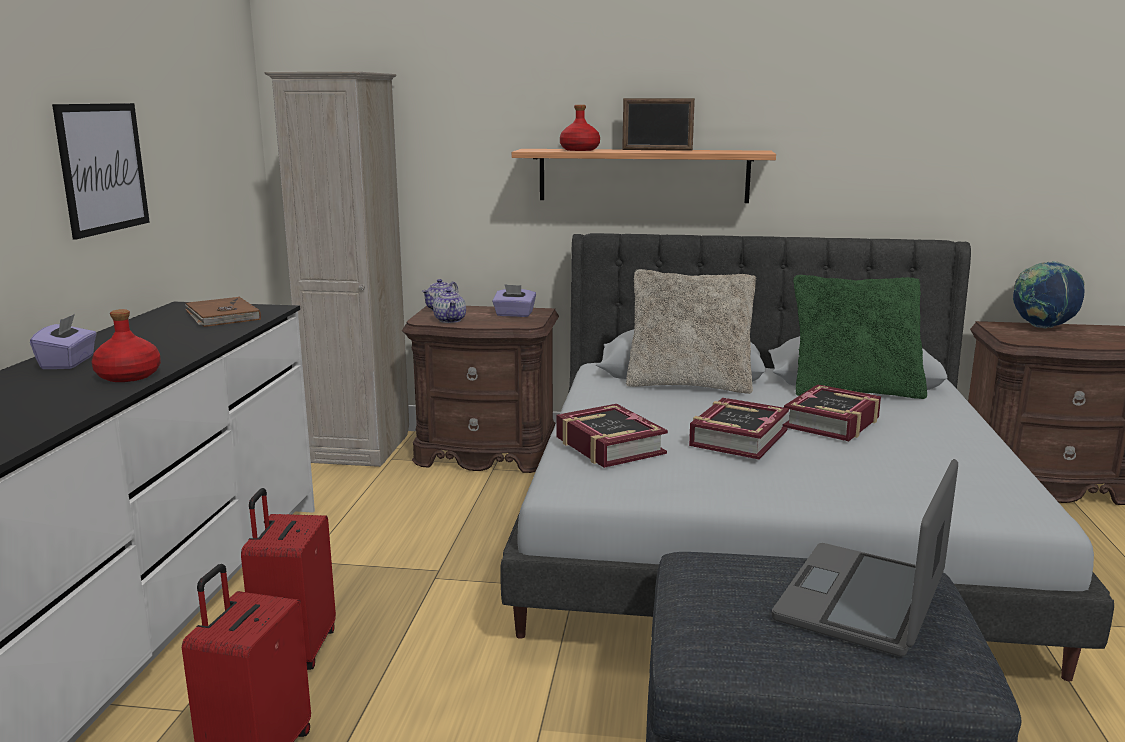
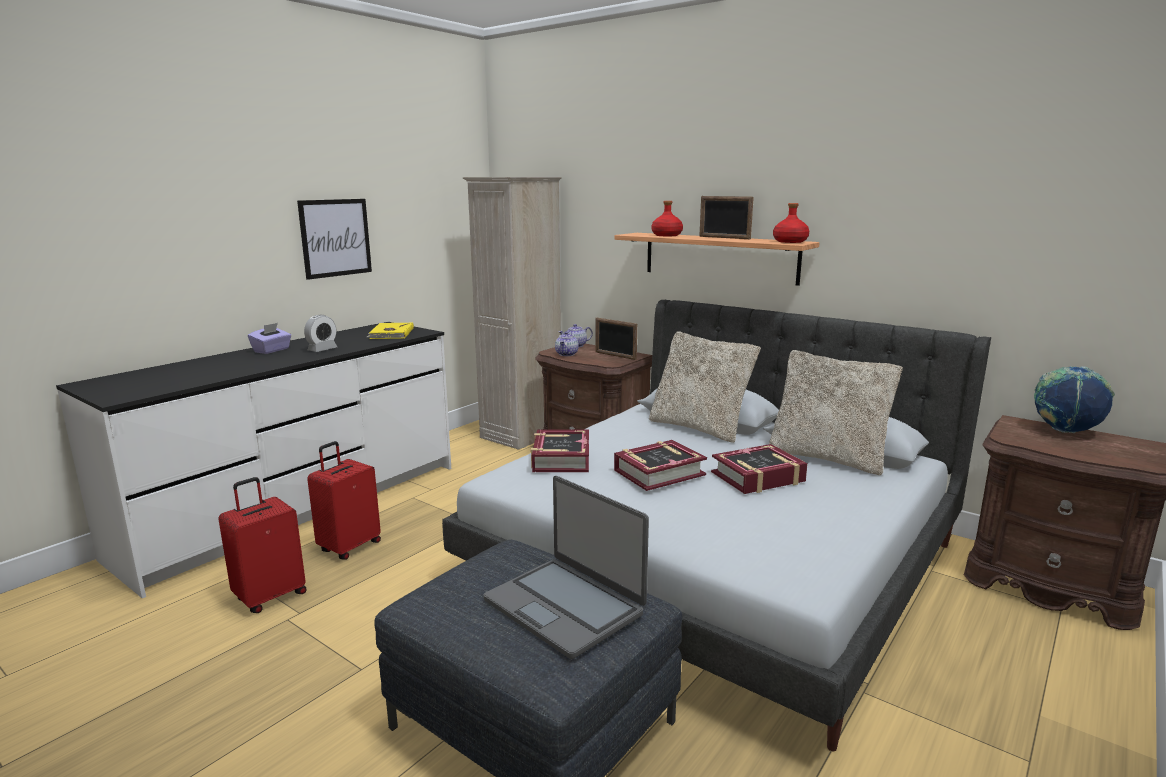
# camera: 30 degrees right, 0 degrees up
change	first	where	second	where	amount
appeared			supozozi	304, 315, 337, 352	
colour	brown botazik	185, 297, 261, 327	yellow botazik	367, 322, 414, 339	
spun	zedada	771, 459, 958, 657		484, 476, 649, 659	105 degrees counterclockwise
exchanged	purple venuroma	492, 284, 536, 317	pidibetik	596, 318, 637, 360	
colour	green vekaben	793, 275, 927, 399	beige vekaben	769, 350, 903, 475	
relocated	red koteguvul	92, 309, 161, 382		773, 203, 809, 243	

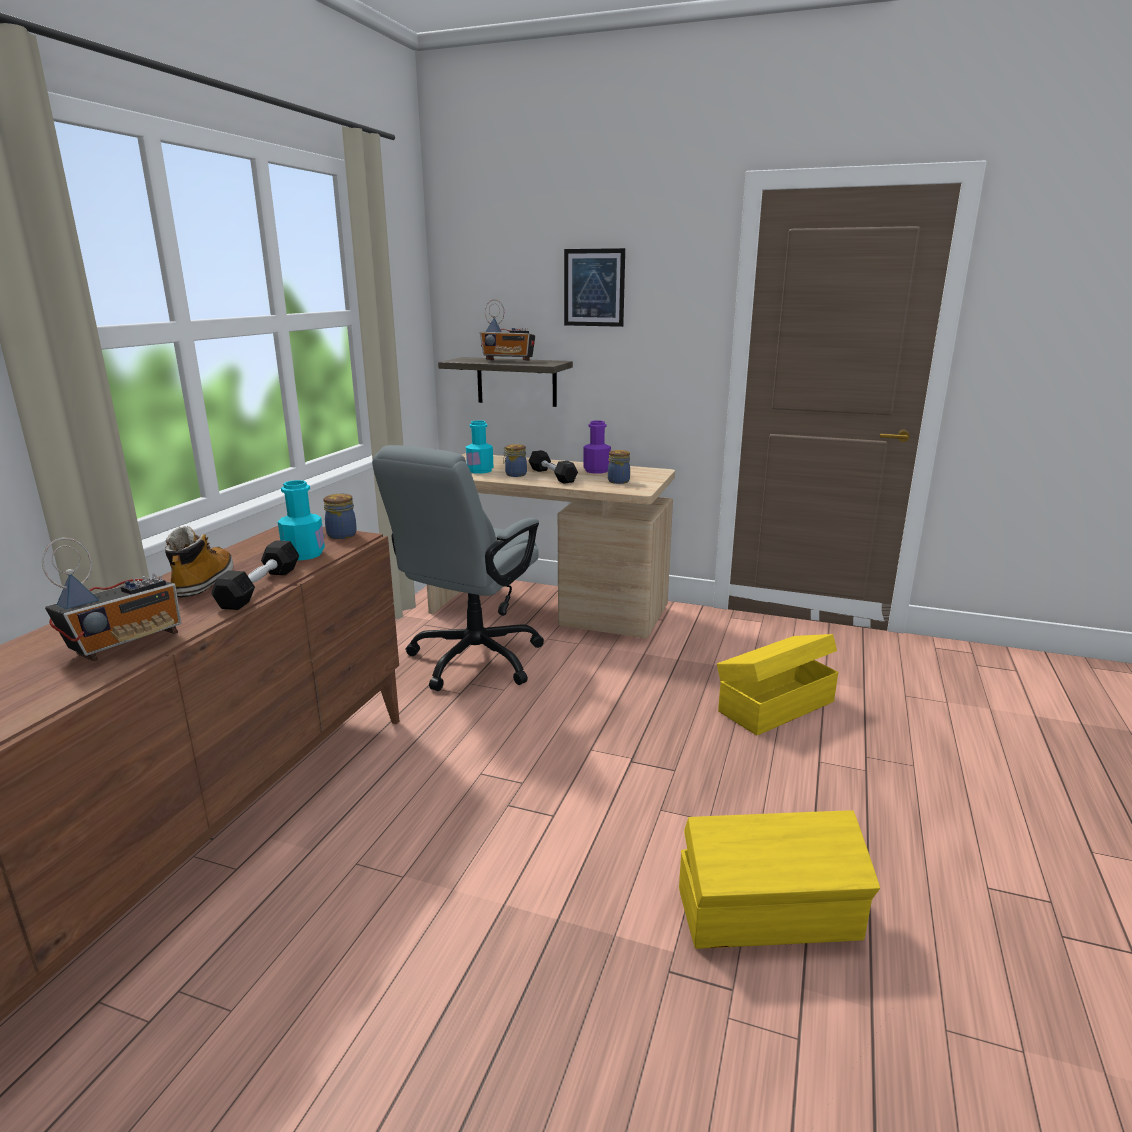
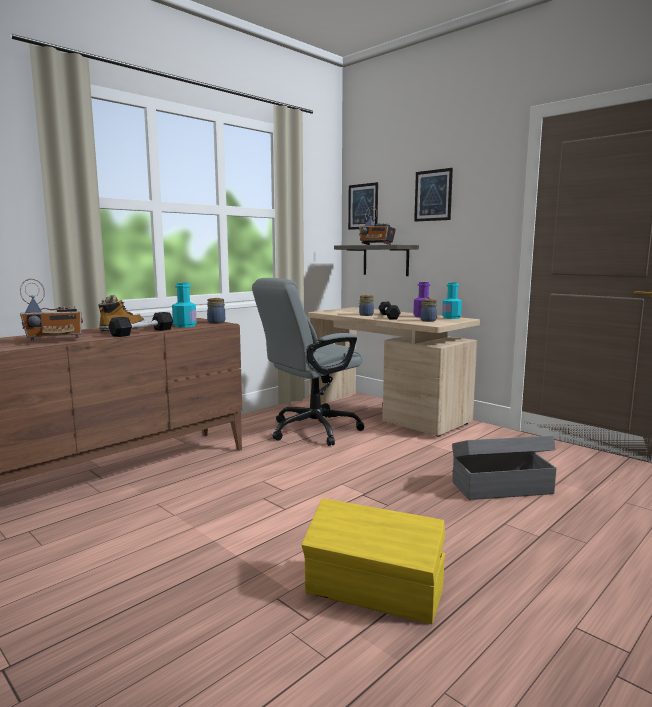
# camera: 25 degrees right, 10 degrees down
change	first	where	second	where	amount
appeared			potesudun	348, 182, 378, 230	
relocated	turquoise koteguvul	466, 420, 494, 474		442, 282, 462, 319	
colour	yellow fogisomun	717, 634, 838, 735	grey fogisomun	452, 436, 557, 500	

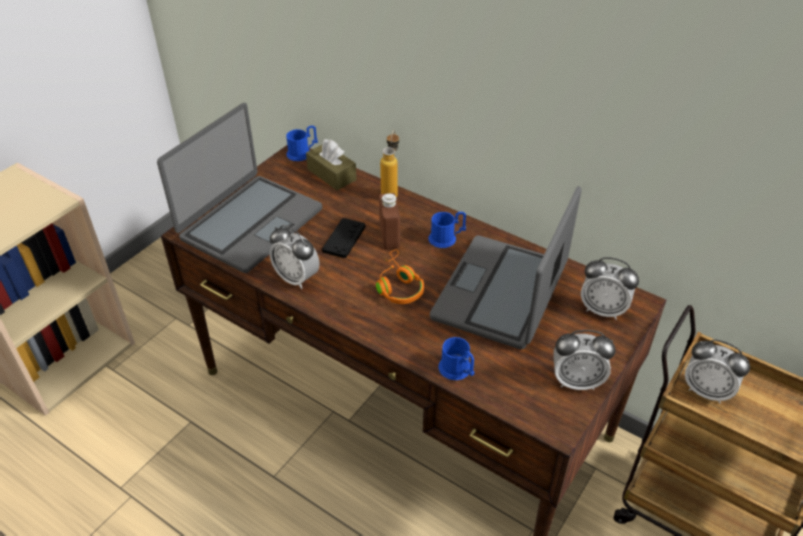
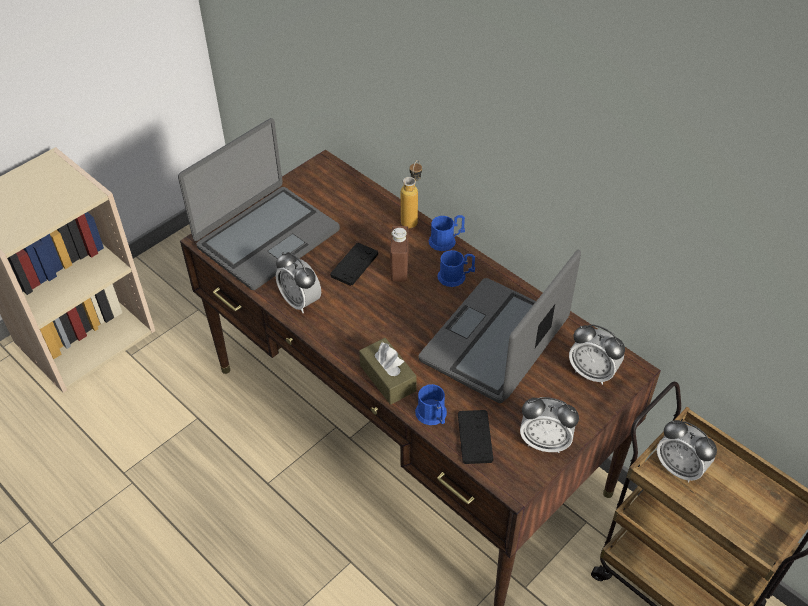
# camera: 10 degrees right, 5 degrees up
change	first	where	second	where	amount
relocated	brown venuroma	306, 139, 357, 190		359, 338, 417, 405	
relocated	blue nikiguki	286, 125, 318, 161		429, 215, 465, 251	
appeared			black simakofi	458, 410, 493, 464	
missing	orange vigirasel	376, 249, 424, 304			

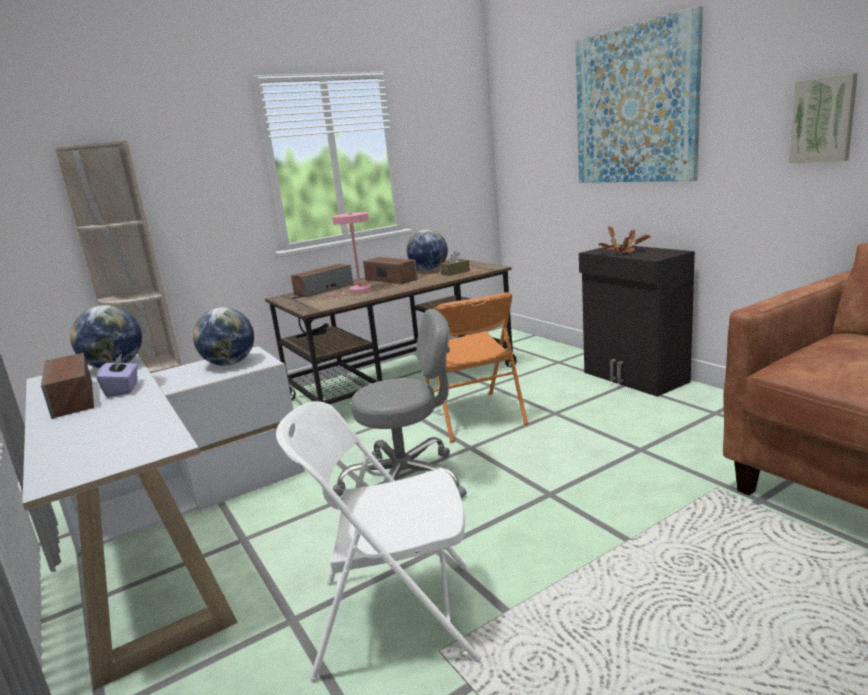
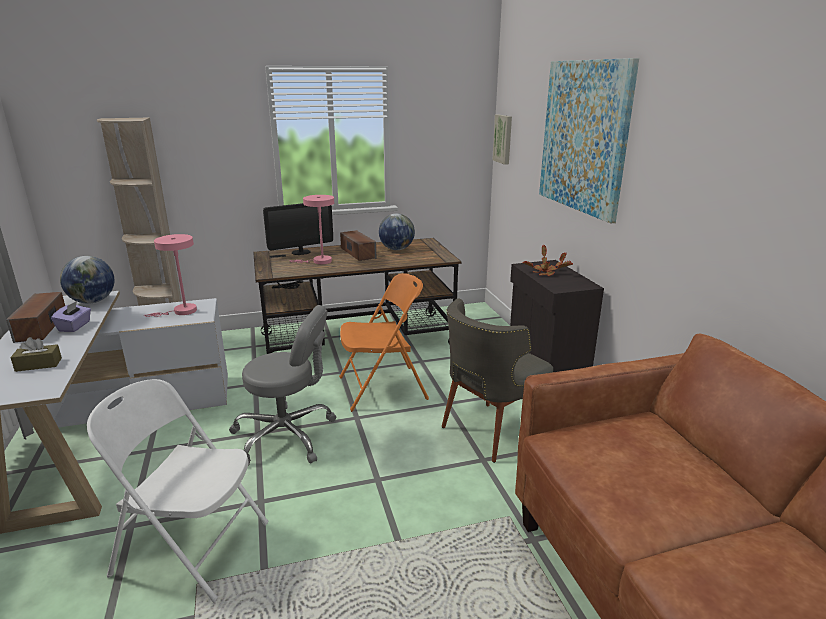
# camera: 15 degrees right, 5 degrees up
change	first	where	second	where	amount
relocated	brown venuroma	440, 251, 470, 276		10, 337, 62, 372	
exchanged	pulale	193, 307, 254, 366	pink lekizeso	144, 234, 197, 317	
exchanged	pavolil	291, 264, 353, 297	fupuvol	263, 203, 333, 255	
spun	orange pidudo	426, 292, 529, 443		339, 274, 429, 412	105 degrees counterclockwise
appeared			grey pidudo	442, 299, 553, 463	
relocated	potesudun	789, 73, 858, 163		492, 114, 512, 165	

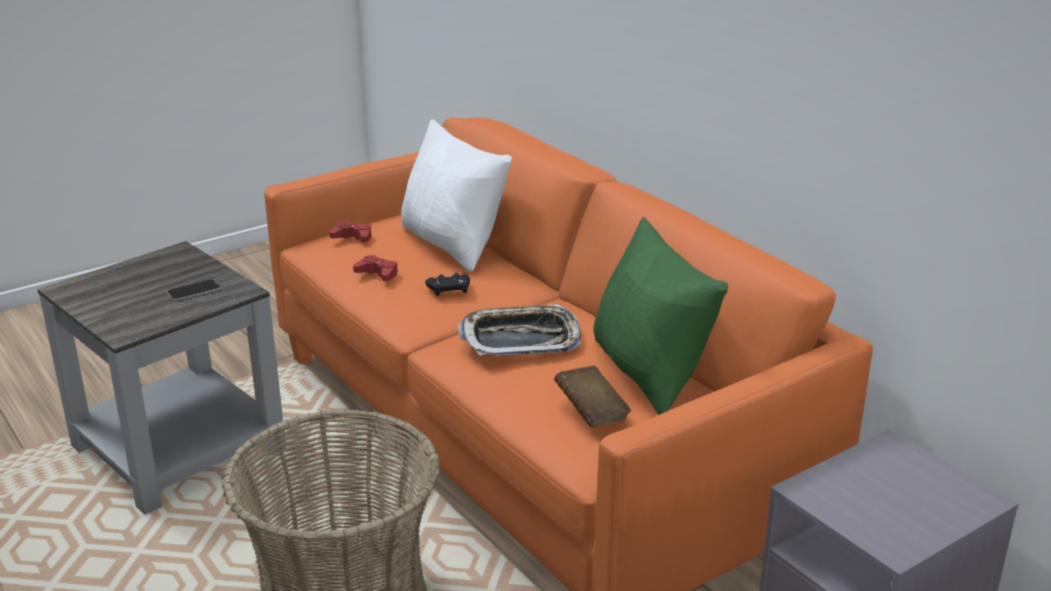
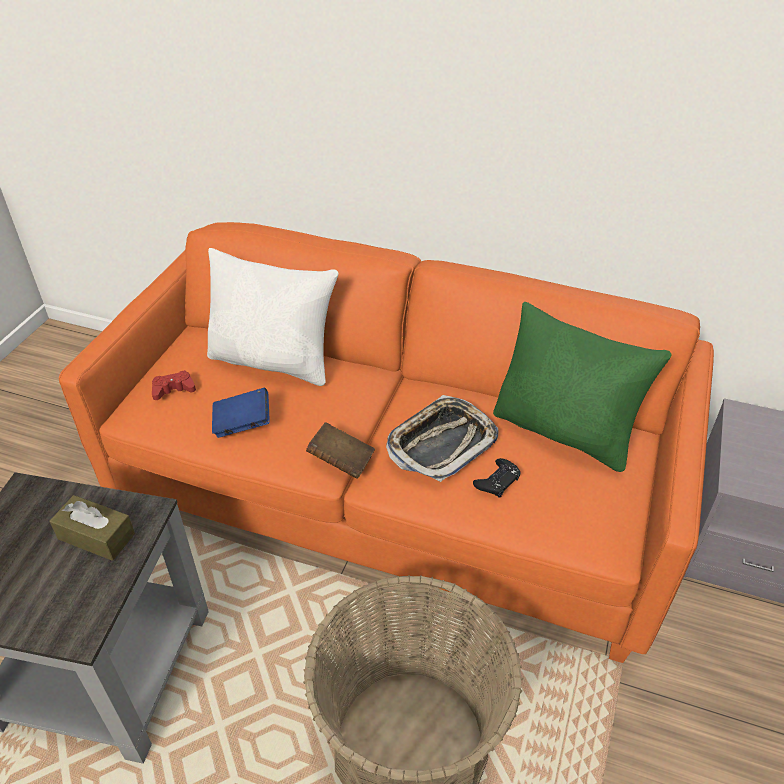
# camera: 35 degrees left, 15 degrees up
change	first	where	second	where	amount
exchanged	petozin	167, 279, 221, 301	brown venuroma	49, 495, 135, 561	
exchanged	red simakofi	353, 255, 398, 281	blue botazik	212, 388, 270, 438	
relocated	brown botazik	554, 365, 631, 427		306, 422, 375, 479	
relocated	black simakofi	426, 273, 470, 296		473, 458, 521, 498	

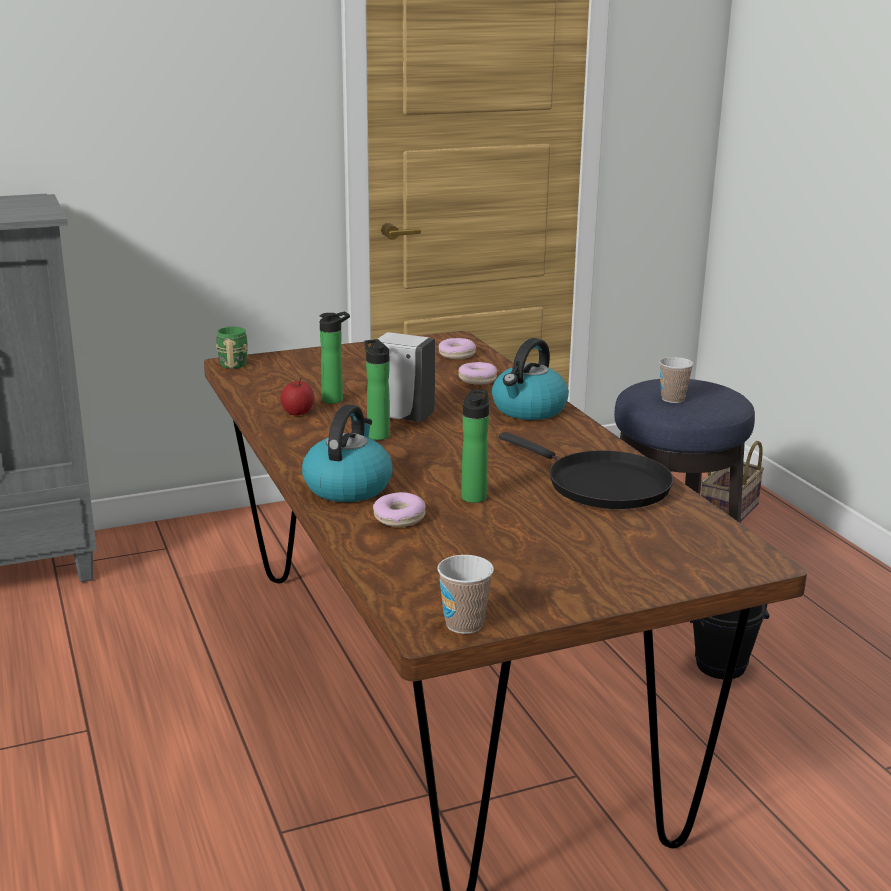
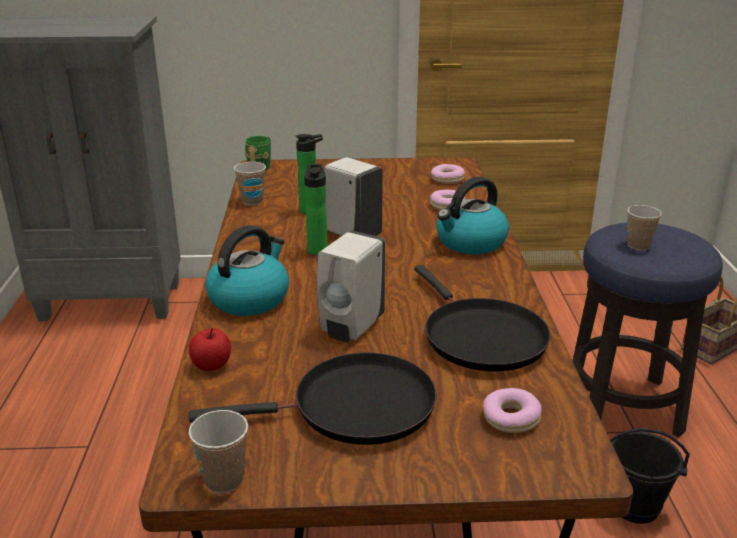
# camera: 20 degrees right, 5 degrees up
change	first	where	second	where	amount
relocated	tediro	280, 378, 314, 416		189, 328, 231, 371	
appeared			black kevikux	189, 352, 437, 445	
appeared			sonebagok	234, 162, 266, 205	
exchanged	koteguvul	461, 390, 489, 503	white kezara	317, 231, 385, 342	
relocated	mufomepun	373, 492, 426, 527		483, 388, 542, 433	

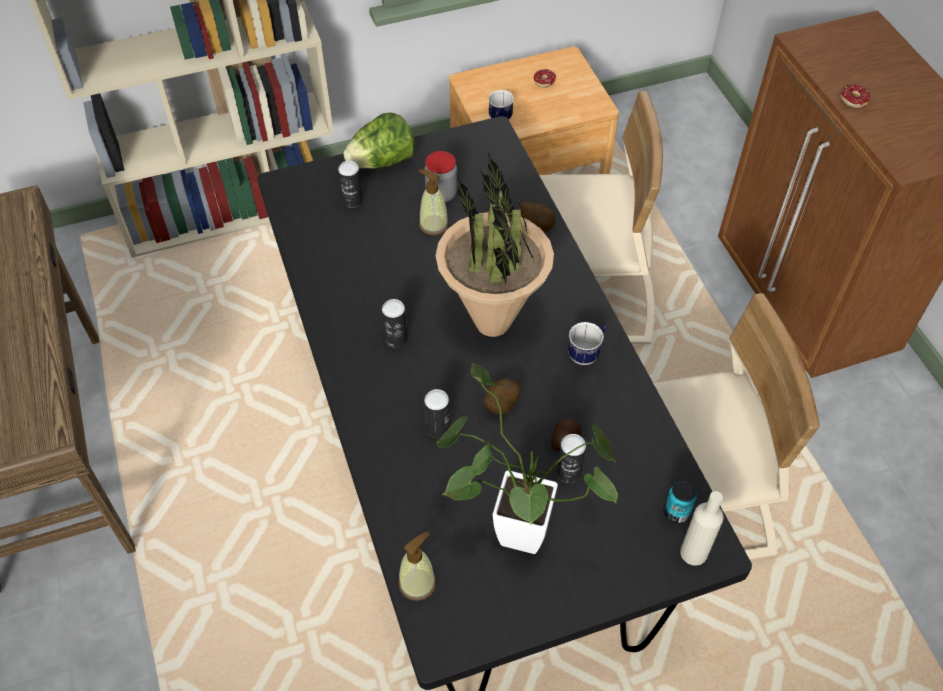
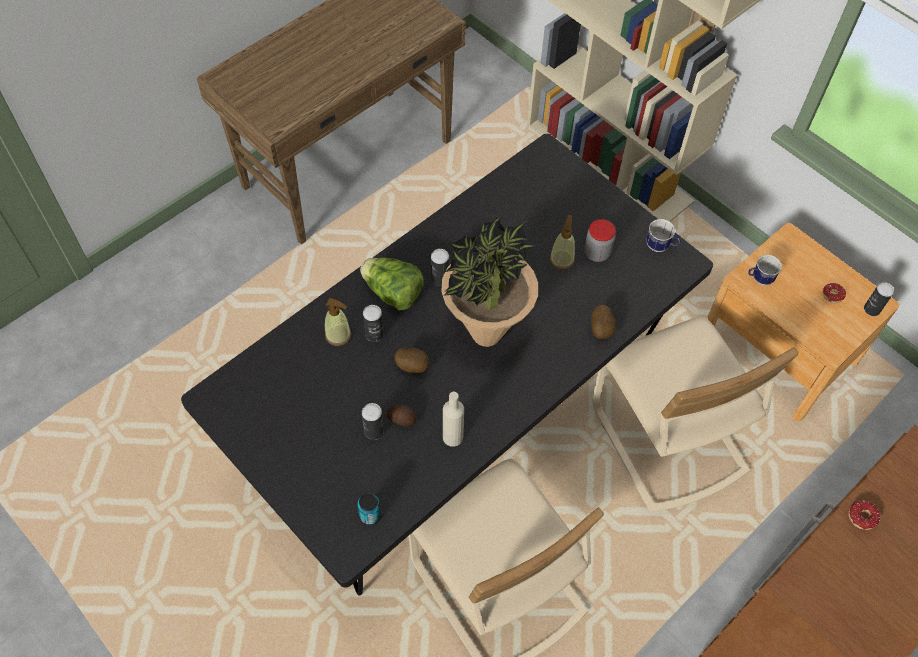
# camera: 65 degrees right, 5 degrees up
change	first	where	second	where	amount
relocated	kezara	398, 531, 436, 601		325, 298, 351, 346	
relocated	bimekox	343, 112, 415, 169		360, 257, 424, 310	
relocated	beige koteguvul	680, 491, 724, 566		443, 392, 464, 447	
relocated	nikiguki	568, 322, 606, 365		646, 219, 681, 252	
relocated	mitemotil	338, 161, 363, 208		864, 282, 894, 316	
missing	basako	436, 363, 618, 554			

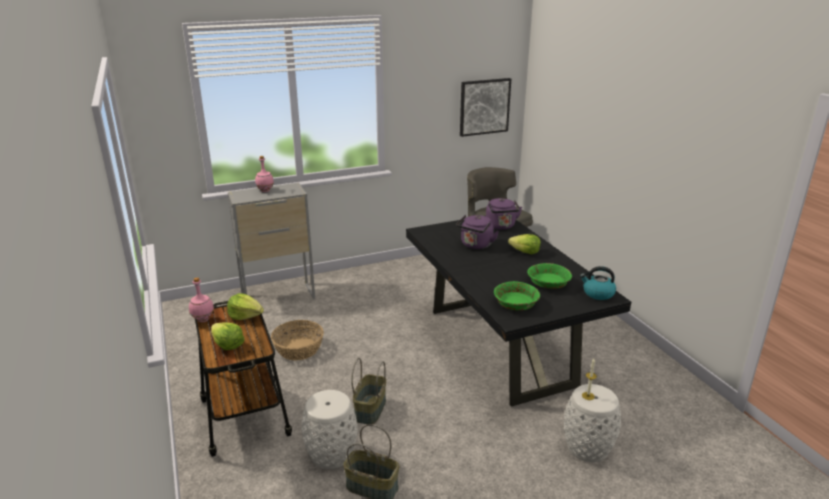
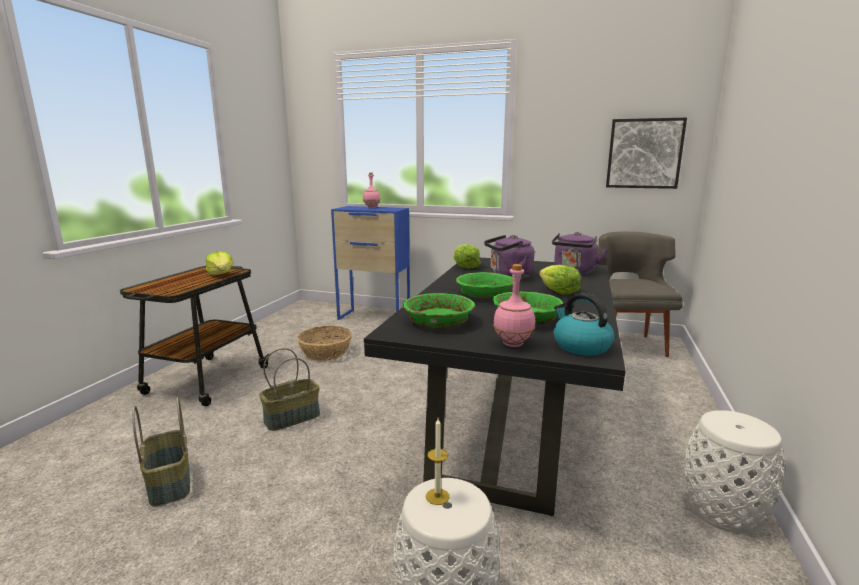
# camera: 40 degrees right, 10 degrees down
change	first	where	second	where	amount
colour	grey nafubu	228, 183, 315, 299	blue nafubu	331, 206, 410, 320	
relocated	bimekox	211, 322, 244, 350		454, 244, 481, 268	
appeared			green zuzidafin	456, 272, 513, 298	
relocated	pink koteguvul	189, 277, 214, 322		493, 264, 535, 347	
relocated	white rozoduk	302, 390, 358, 469		685, 410, 784, 534	

